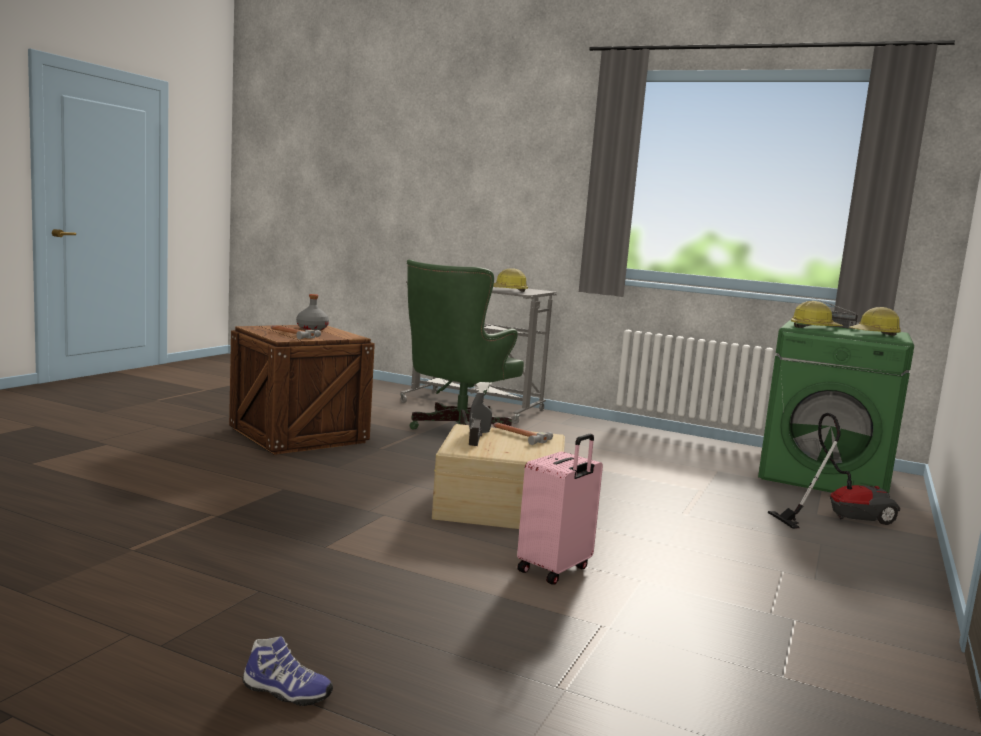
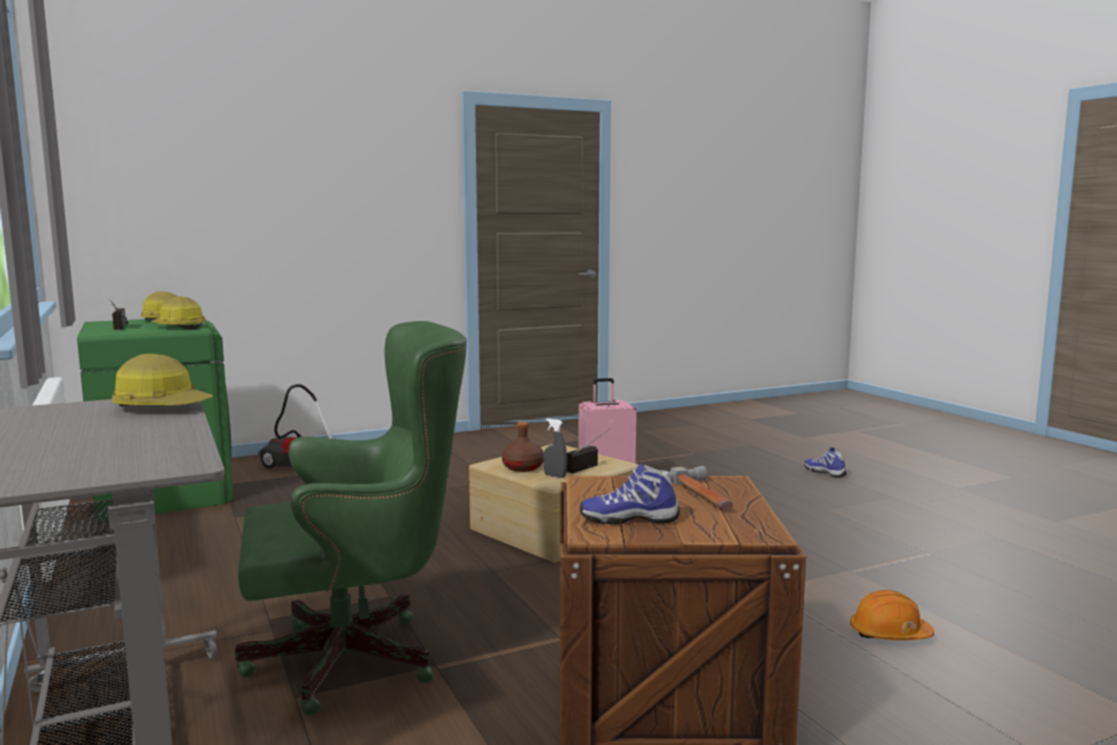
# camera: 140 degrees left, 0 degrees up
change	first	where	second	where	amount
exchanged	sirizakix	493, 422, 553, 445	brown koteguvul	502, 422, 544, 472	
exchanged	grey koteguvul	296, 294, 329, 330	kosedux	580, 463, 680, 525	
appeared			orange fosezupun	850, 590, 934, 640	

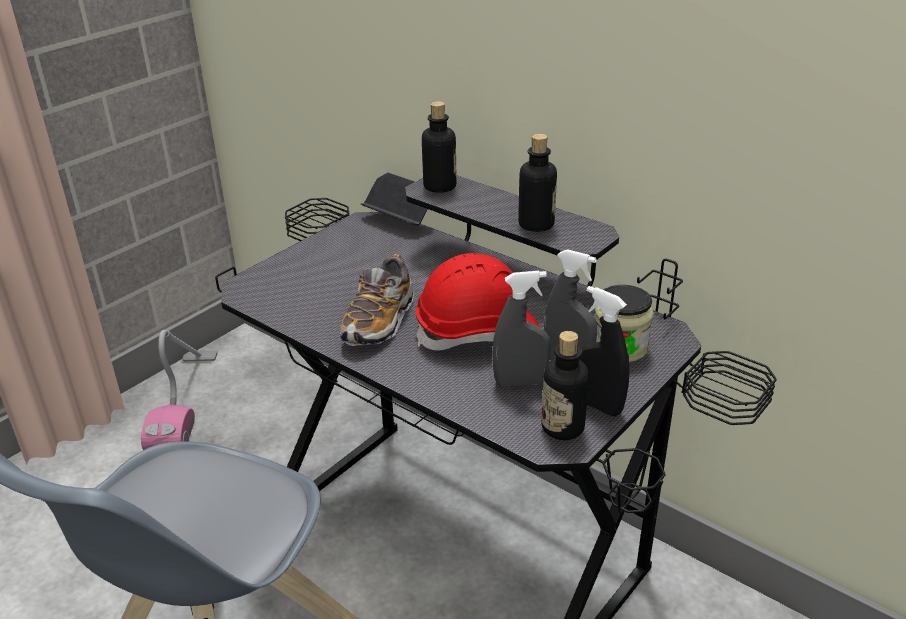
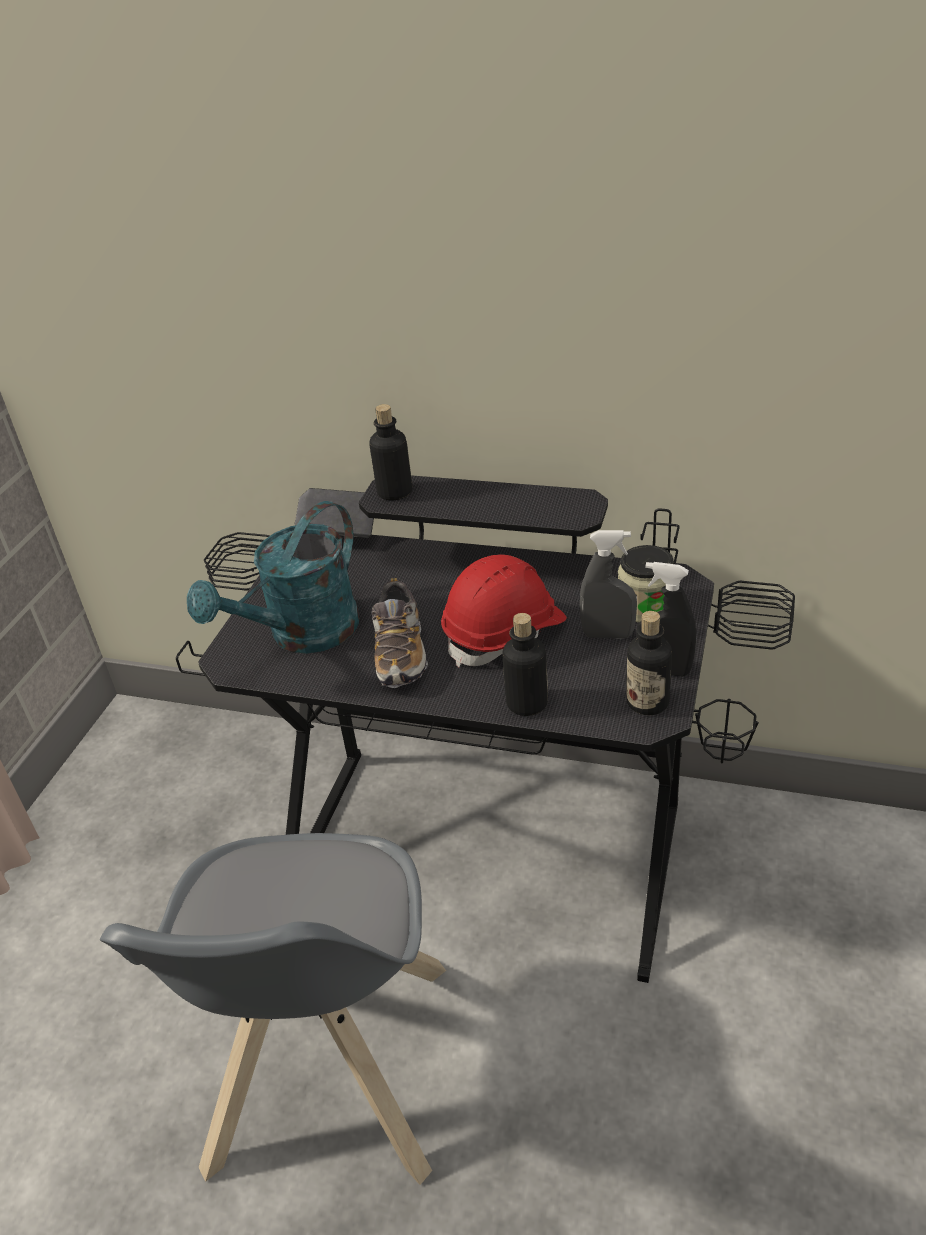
# camera: 20 degrees left, 5 degrees up
change	first	where	second	where	amount
appeared			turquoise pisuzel	187, 501, 359, 654	
relocated	koteguvul	518, 134, 557, 232		503, 613, 548, 716	
missing	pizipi	141, 330, 217, 450			
missing	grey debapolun	492, 271, 551, 387			

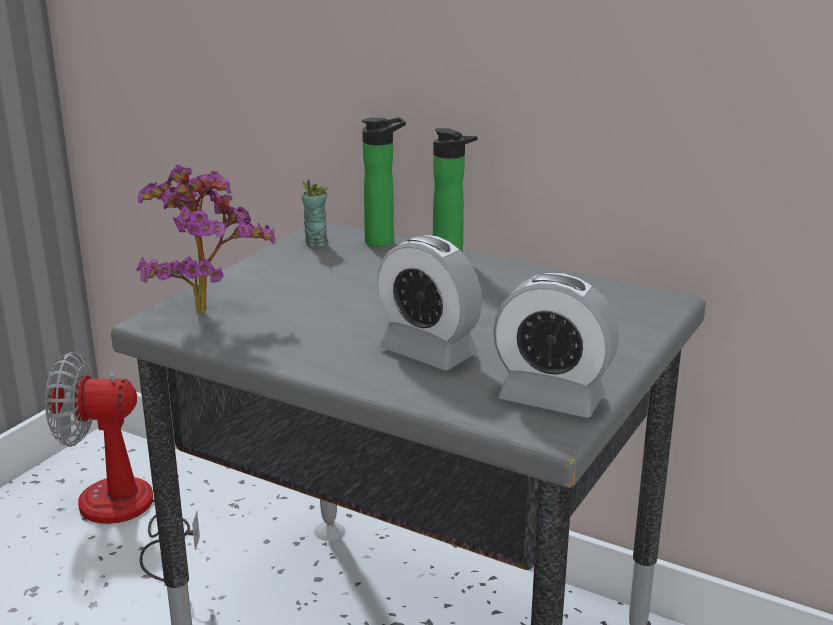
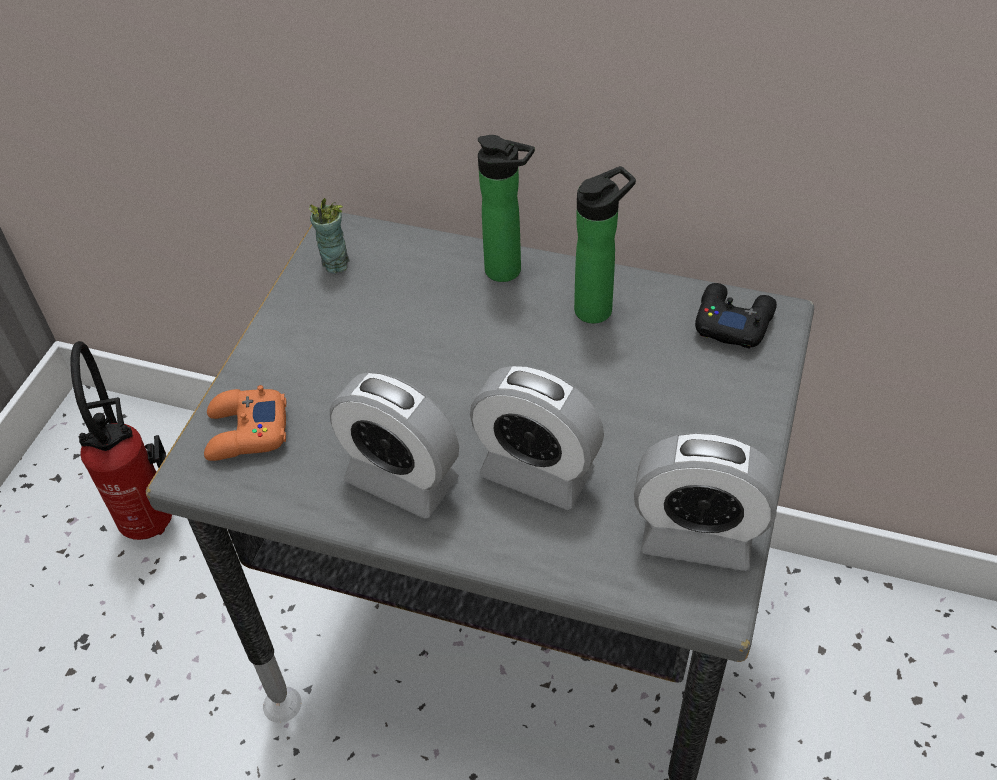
# camera: 10 degrees left, 25 degrees up
change	first	where	second	where	amount
exchanged	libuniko	45, 352, 200, 581	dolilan	70, 341, 172, 540	
exchanged	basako	136, 165, 276, 315	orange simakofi	204, 385, 286, 461	
appeared			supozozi	329, 373, 459, 519	
relocated	koteguvul	362, 117, 406, 247		574, 166, 636, 324	
appeared			black simakofi	695, 283, 777, 349	

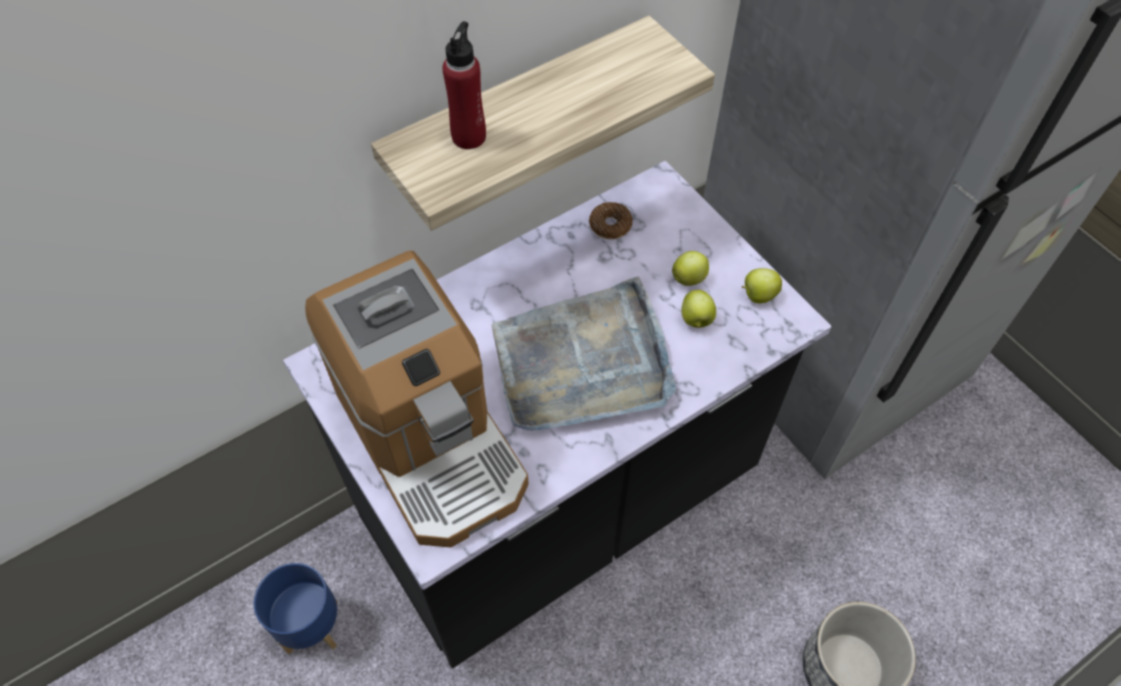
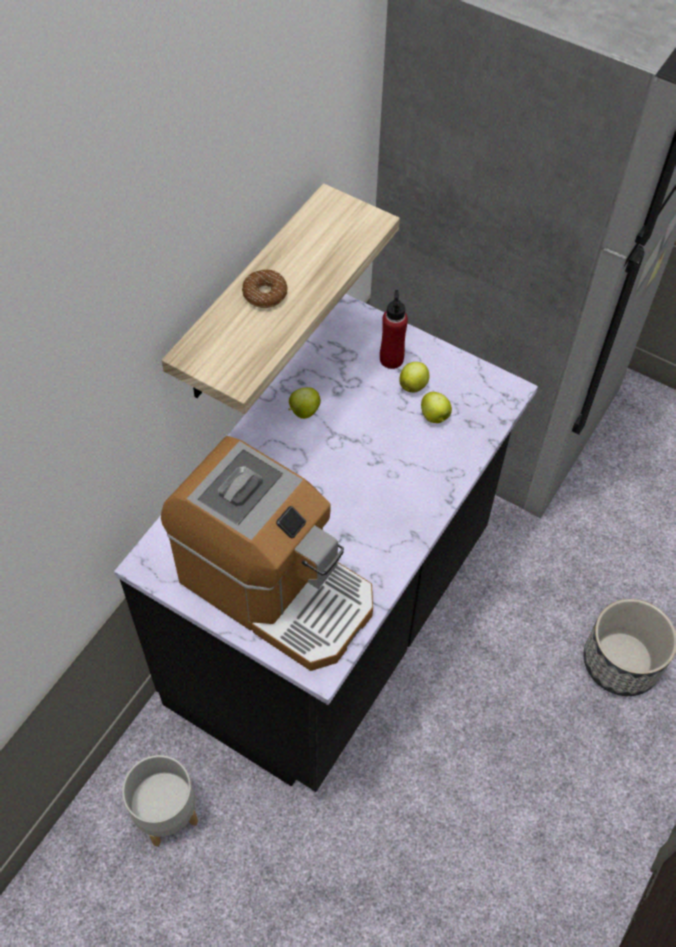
# camera: 25 degrees left, 0 degrees up
change	first	where	second	where	amount
colour	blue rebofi	253, 563, 338, 654	grey rebofi	122, 755, 198, 847	
relocated	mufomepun	589, 202, 633, 239		242, 270, 288, 308	
relocated	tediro	742, 268, 782, 303		288, 387, 321, 419	
relocated	red koteguvul	442, 21, 486, 149		380, 290, 408, 369	
missing	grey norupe	492, 276, 676, 431			

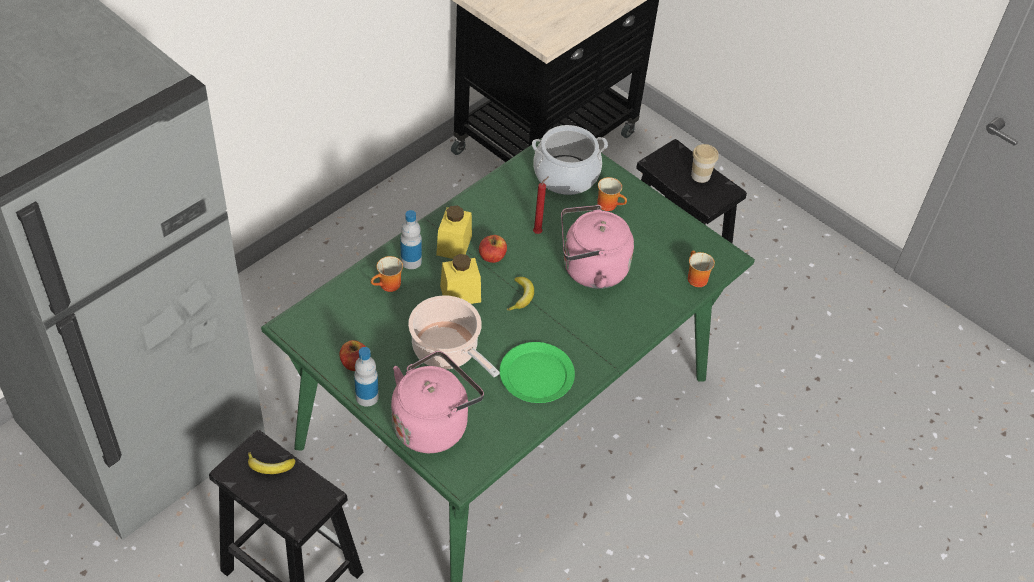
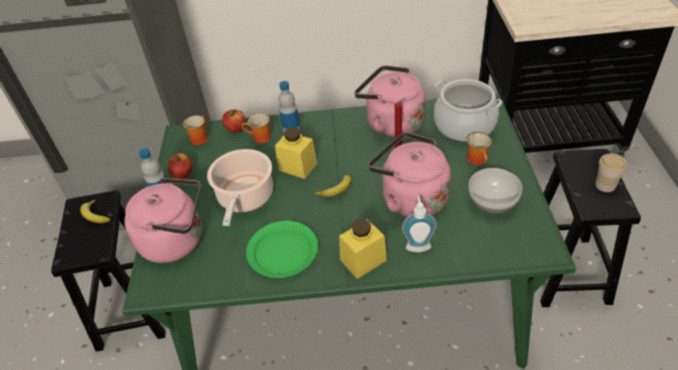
# camera: 50 degrees right, 5 degrees down
change	first	where	second	where	amount
relocated	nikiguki	688, 250, 715, 287		183, 115, 208, 145	
relocated	tediro	479, 235, 507, 263		222, 109, 246, 132	
relocated	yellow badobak	436, 206, 472, 259		339, 219, 387, 279	
appeared			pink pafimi	354, 65, 426, 138	
appeared			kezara	402, 195, 437, 252	
appeared			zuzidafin	469, 168, 522, 213	

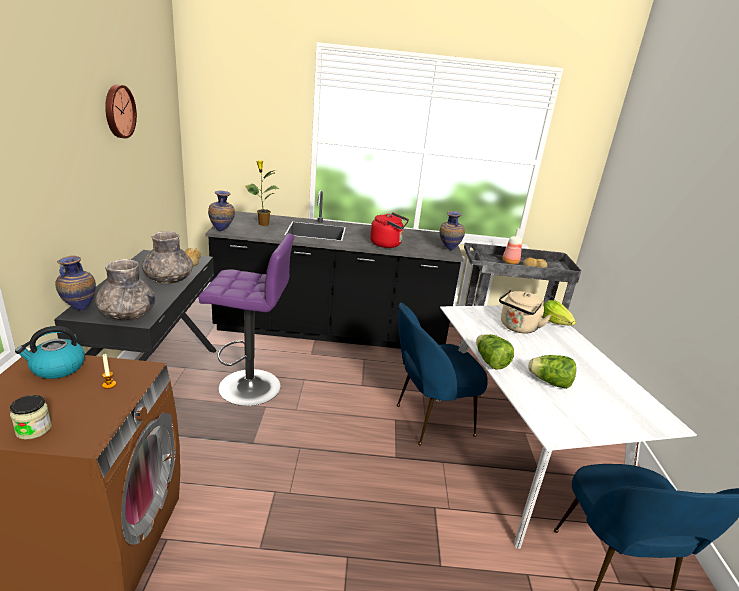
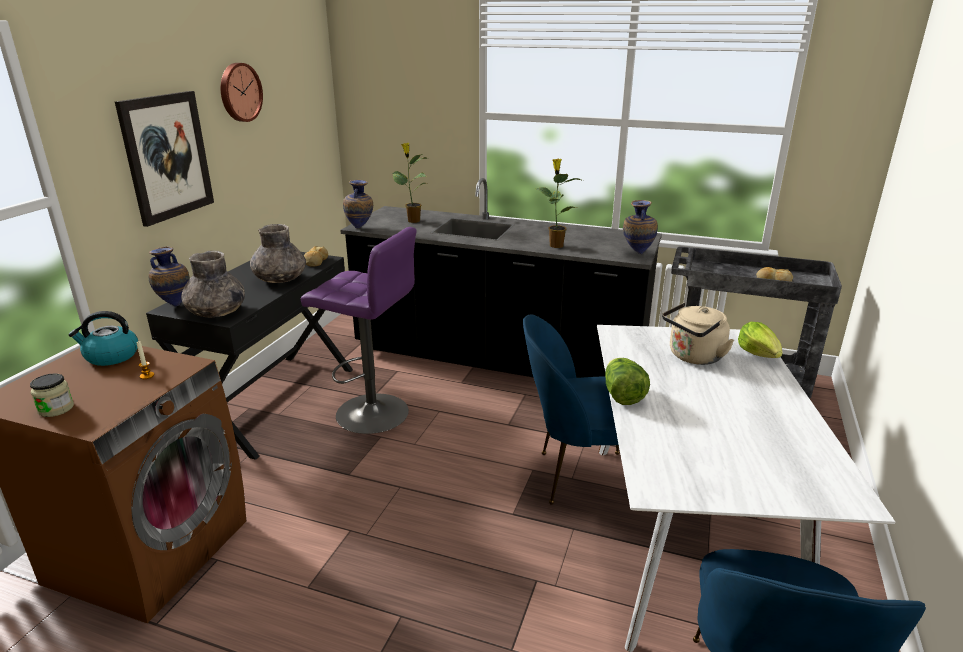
# camera: 20 degrees right, 0 degrees up
change	first	where	second	where	amount
appeared			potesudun	115, 91, 214, 227	
exchanged	red pafimi	370, 212, 409, 248	basako	537, 159, 583, 248	
missing	koteguvul	502, 228, 522, 264			
missing	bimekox	528, 355, 576, 389			

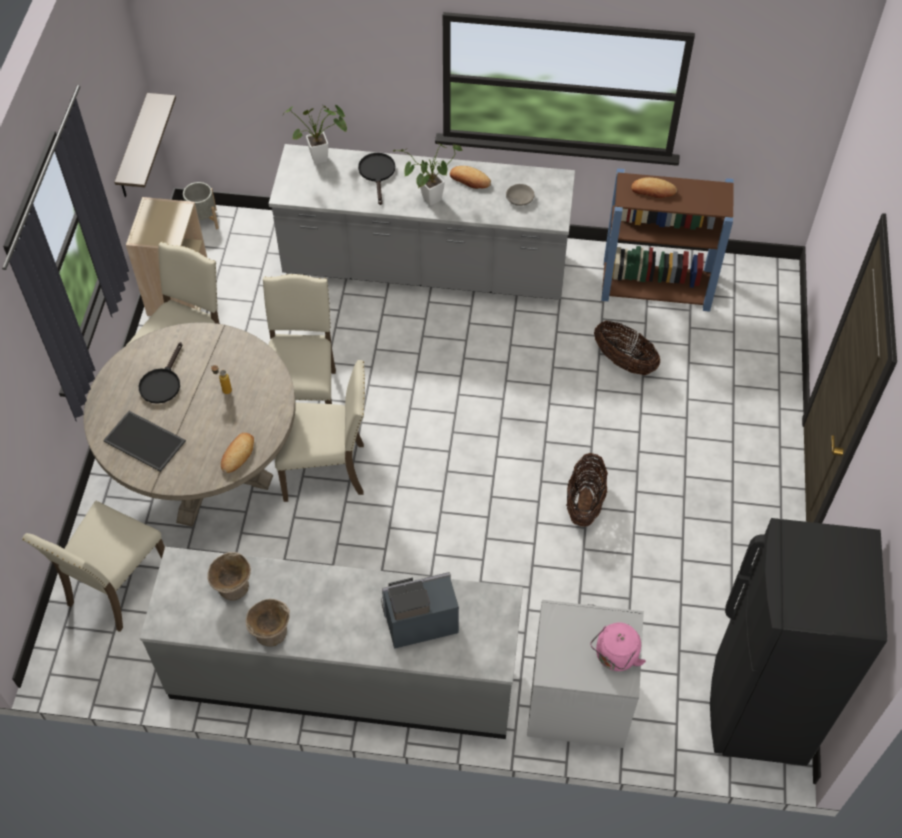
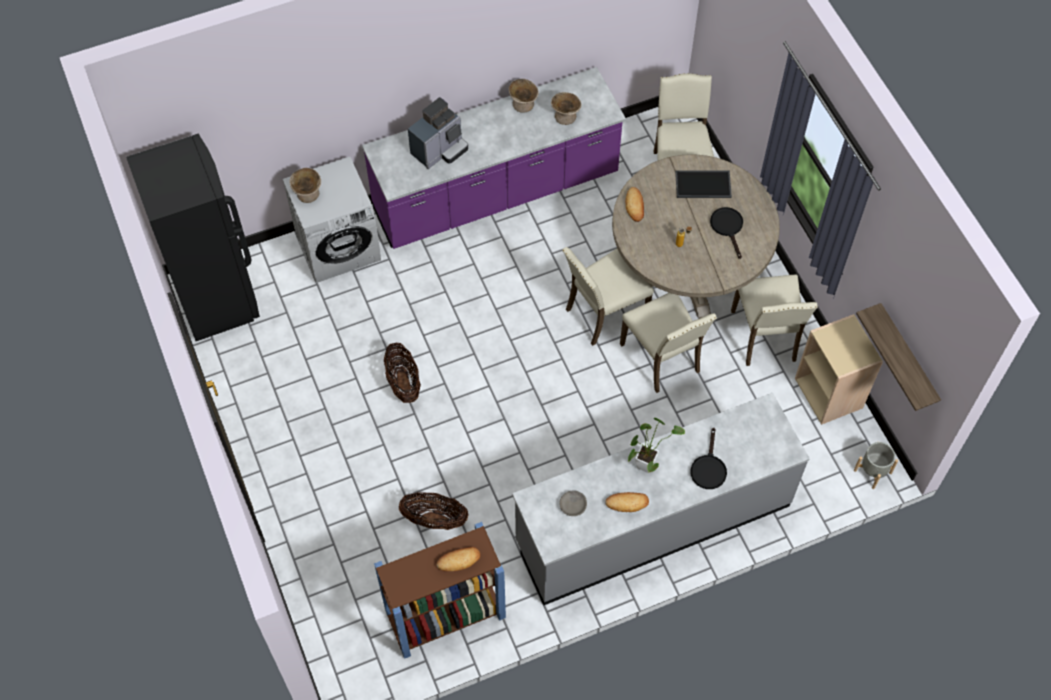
# camera: 150 degrees right, 5 degrees up
change	first	where	second	where	amount
exchanged	pink pafimi	590, 623, 646, 671	beige zuzidafin	289, 168, 321, 203	
colour	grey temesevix	140, 547, 523, 739	purple temesevix	362, 67, 626, 249	
spun	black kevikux	358, 153, 395, 205		690, 427, 727, 489	45 degrees clockwise
missing	basako	284, 104, 347, 164			

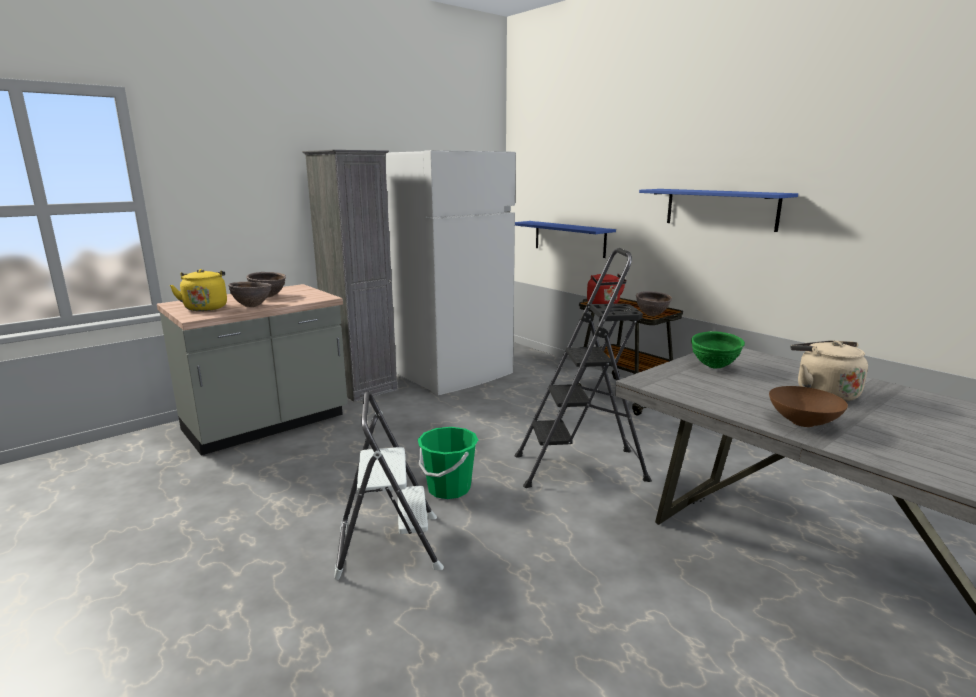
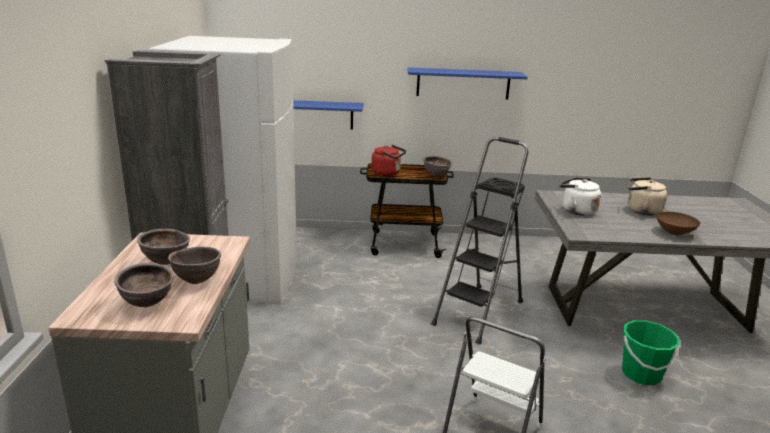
# camera: 50 degrees left, 5 degrees up
change	first	where	second	where	amount
exchanged	yellow pafimi	170, 269, 227, 311	brown zuzidafin	114, 263, 174, 307	
exchanged	green zuzidafin	691, 331, 745, 369	white pafimi	559, 178, 601, 216	
relocated	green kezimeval	418, 427, 478, 499		622, 320, 680, 385	

